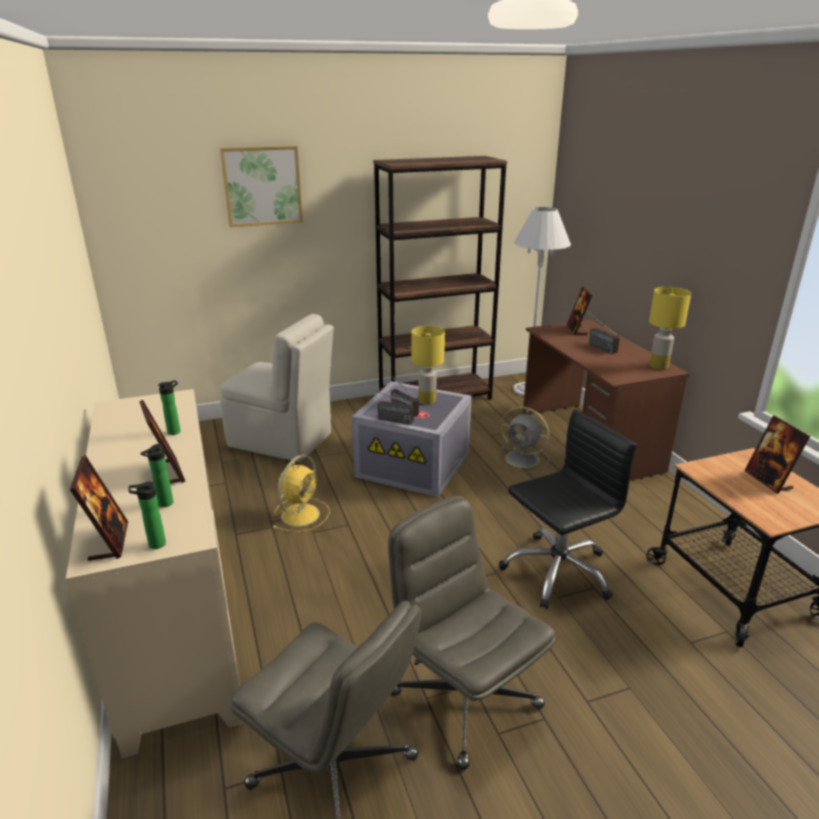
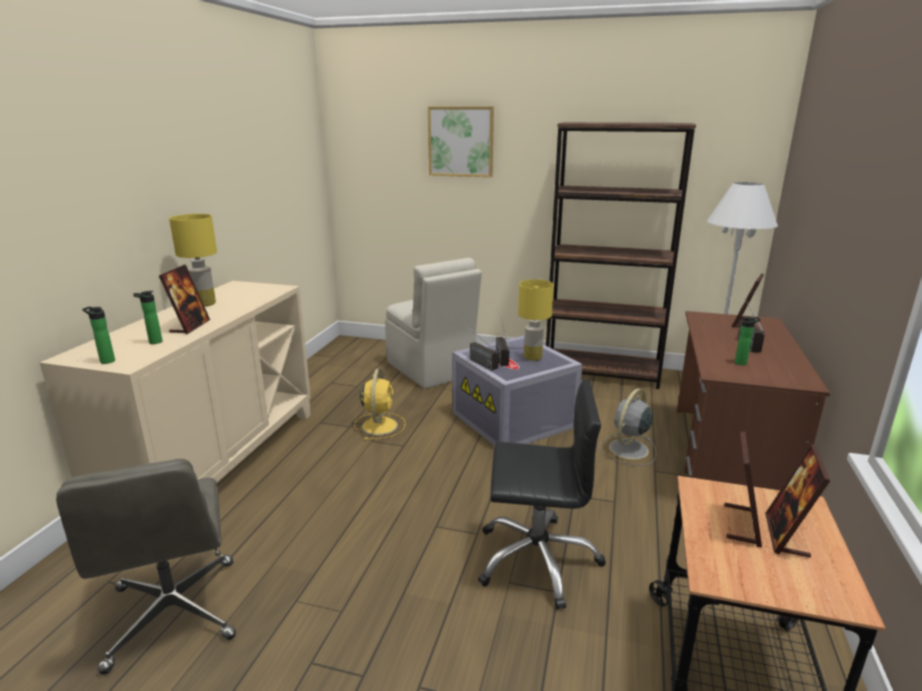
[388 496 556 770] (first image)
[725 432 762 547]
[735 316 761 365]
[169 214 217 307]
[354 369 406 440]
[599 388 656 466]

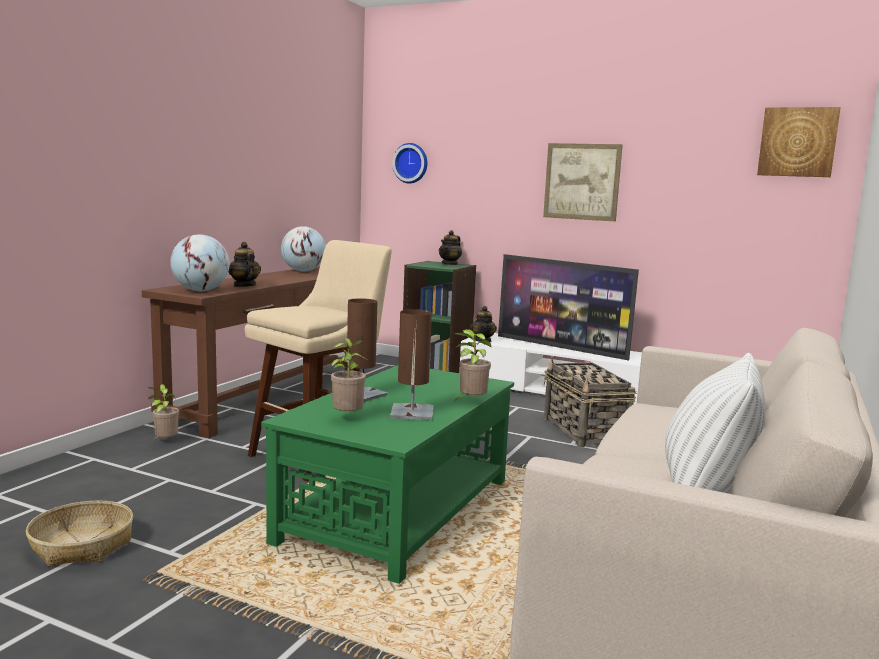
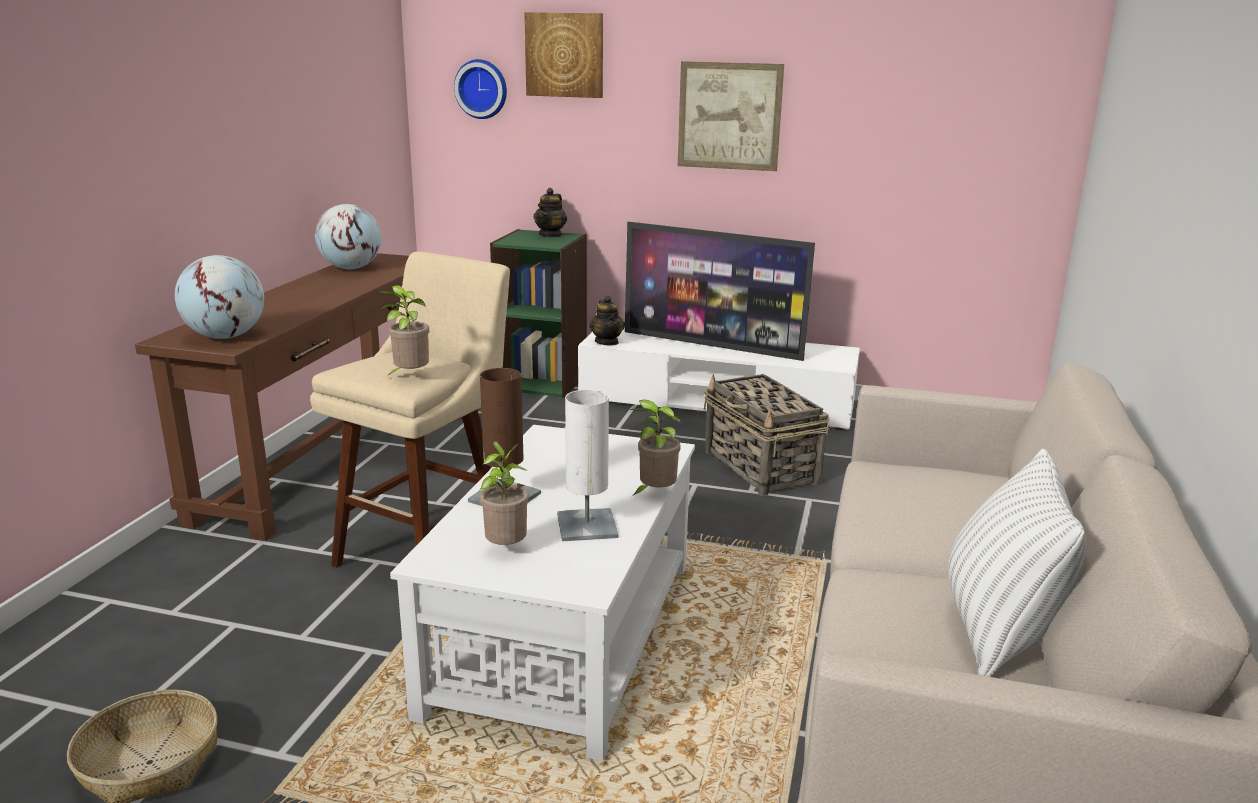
[228 242 261 287] (first image)
[378 285 429 375]
[524 12 603 98]
[390 425 695 761]
[557 390 618 541]

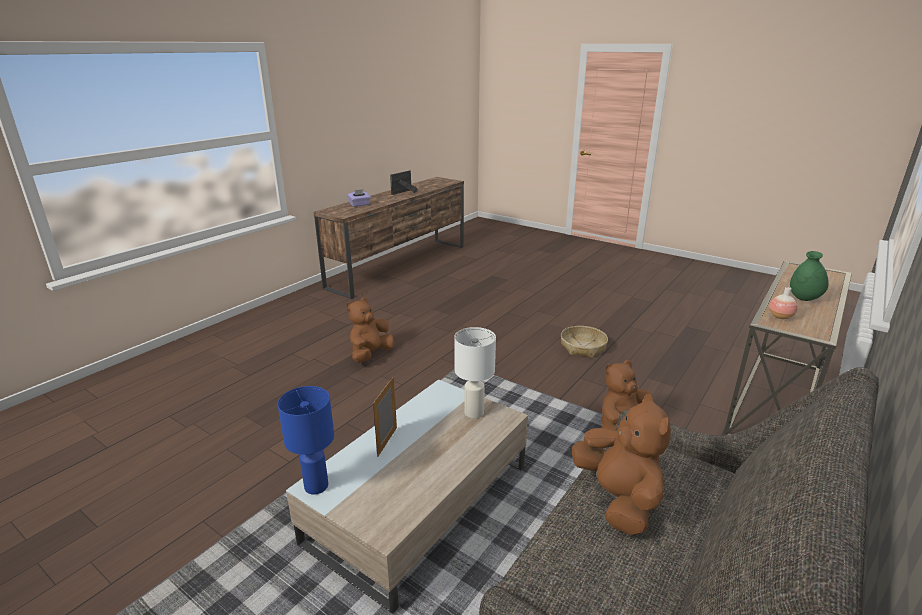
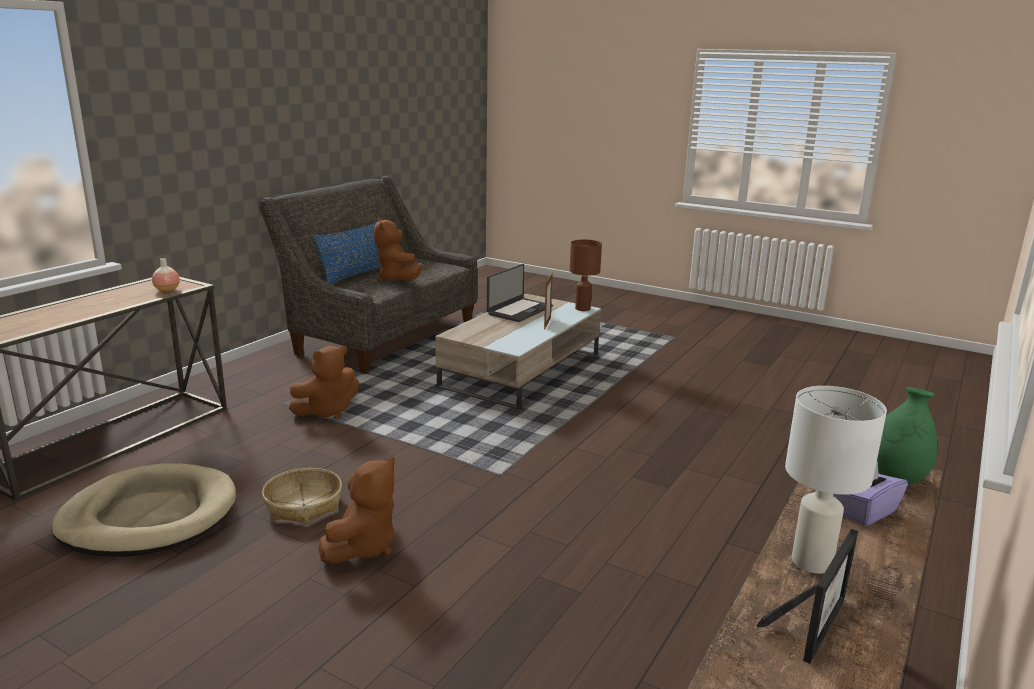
[51 463 236 557]
[312 221 380 285]
[487 264 553 322]
[318 457 395 564]
[785 386 887 574]
[877 387 937 485]
[570 240 602 311]

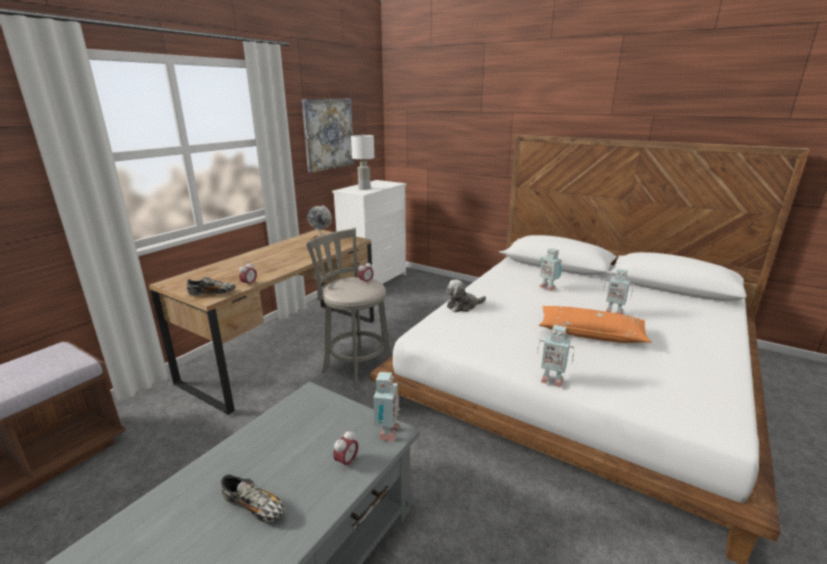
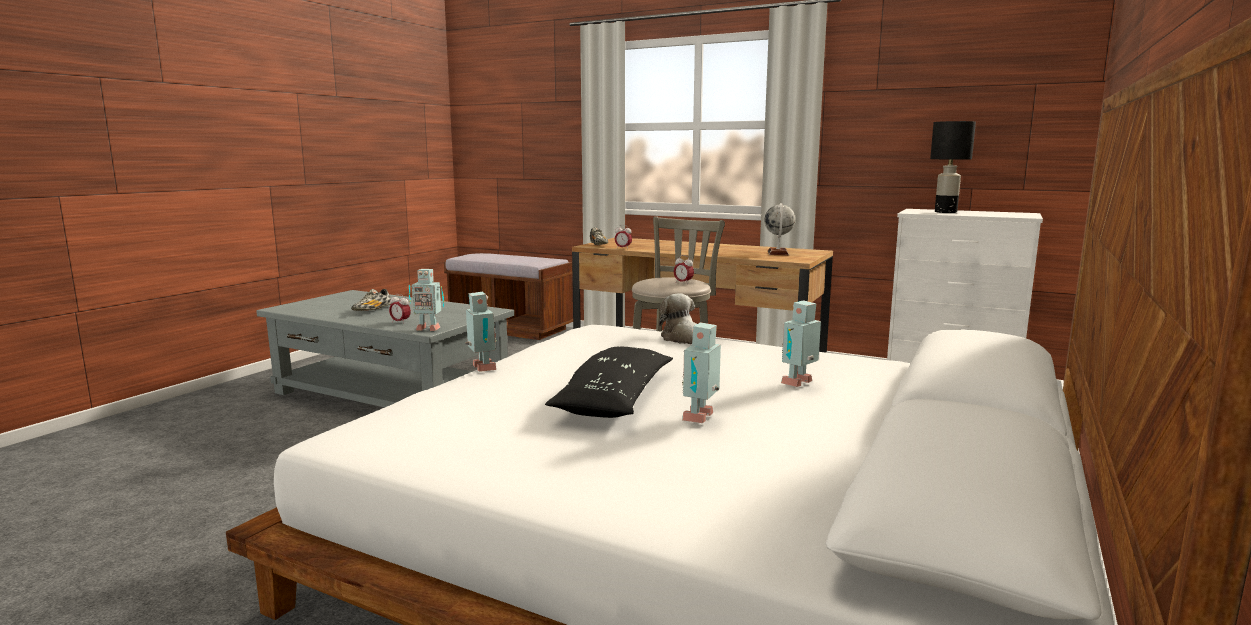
[302 99 355 173] (first image)
[930 121 976 213]
[545 347 673 418]
[465 292 497 372]

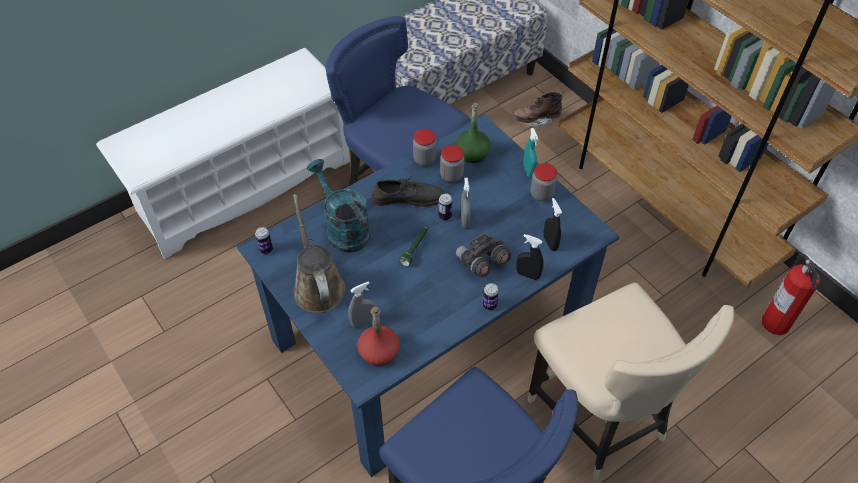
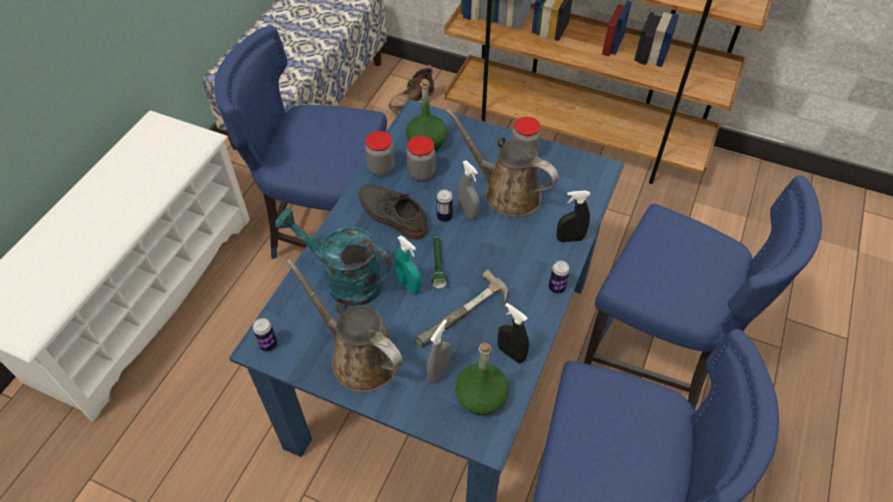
[456 234 511 277] (first image)
[762 254 820 335] (first image)
[415 270 508 347]
[446 109 559 217]
[395 235 421 294]
[498 303 529 363]
[455 343 509 415]
[584 176 822 409]
[358 184 428 240]

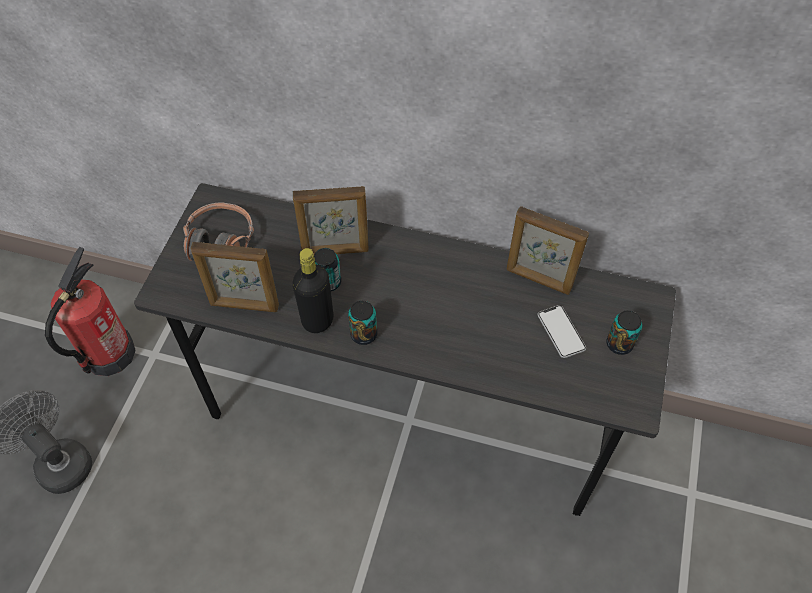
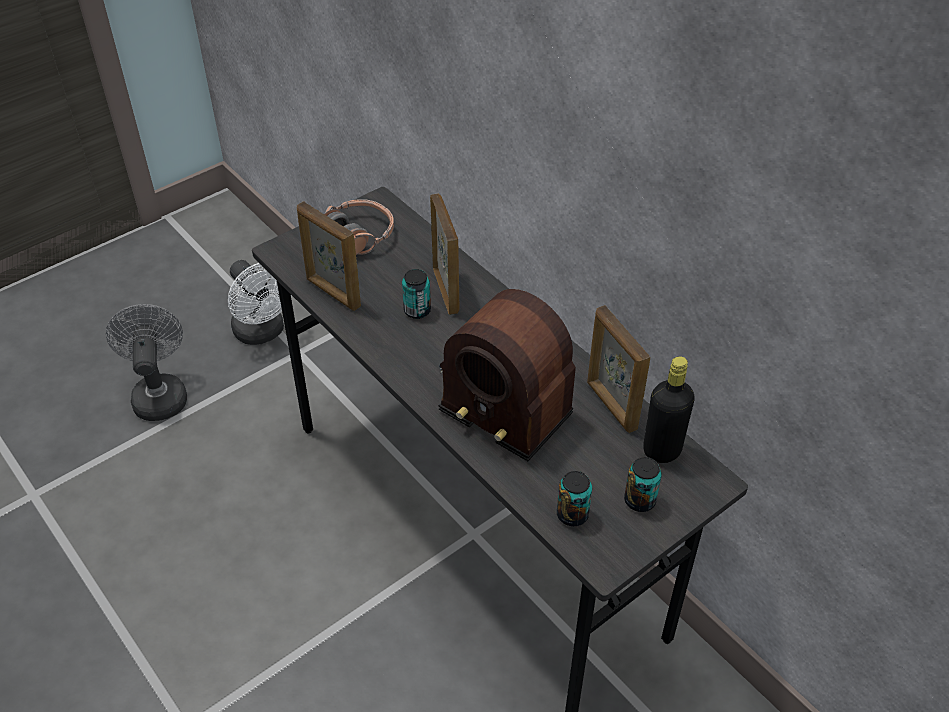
[537 305 586 358] (first image)
[439 289 576 461]
[643 356 695 463]
[557 471 592 526]
[228 260 292 345]
[430 193 460 315]

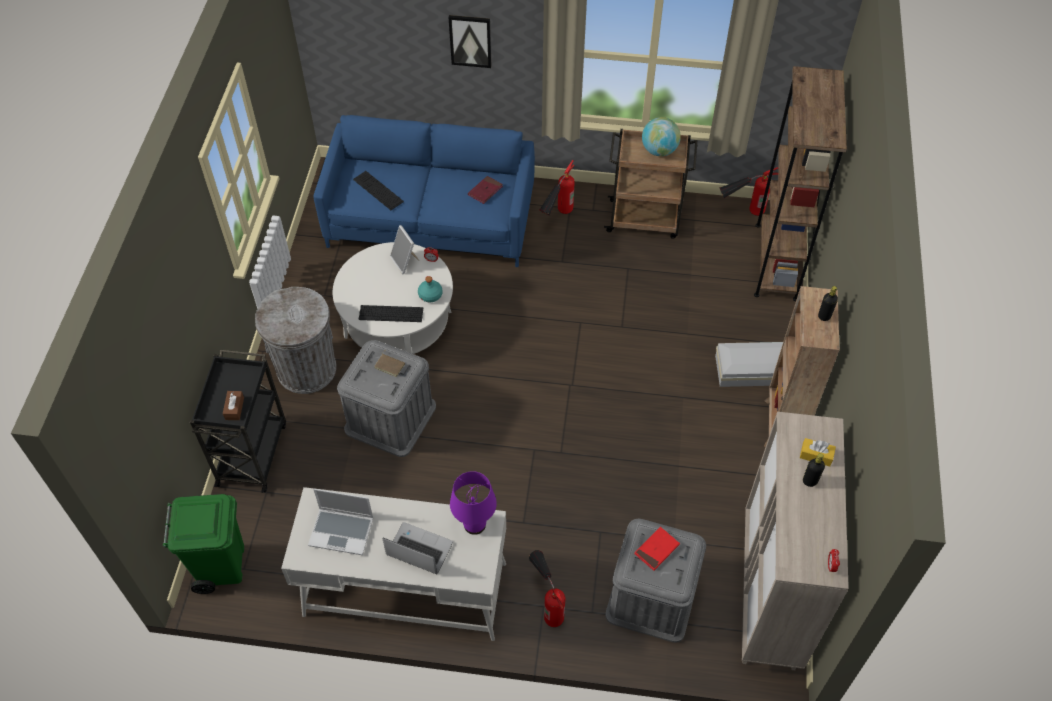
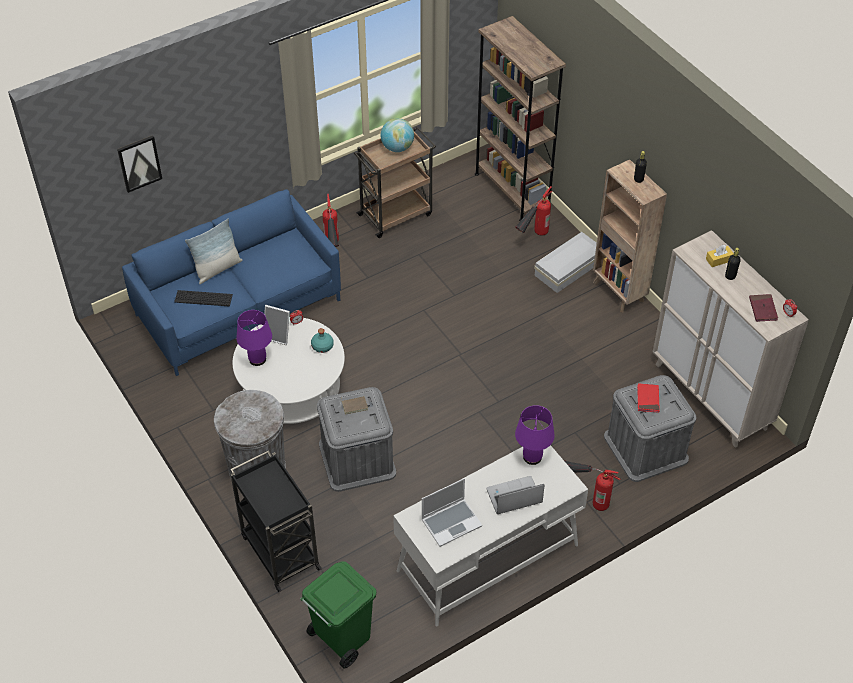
[223 391 244 420] (first image)
[359 305 423 322] (first image)
[185 219 243 284]
[236 310 272 366]
[117 135 162 193]
[749 294 778 322]
[515 186 553 235]

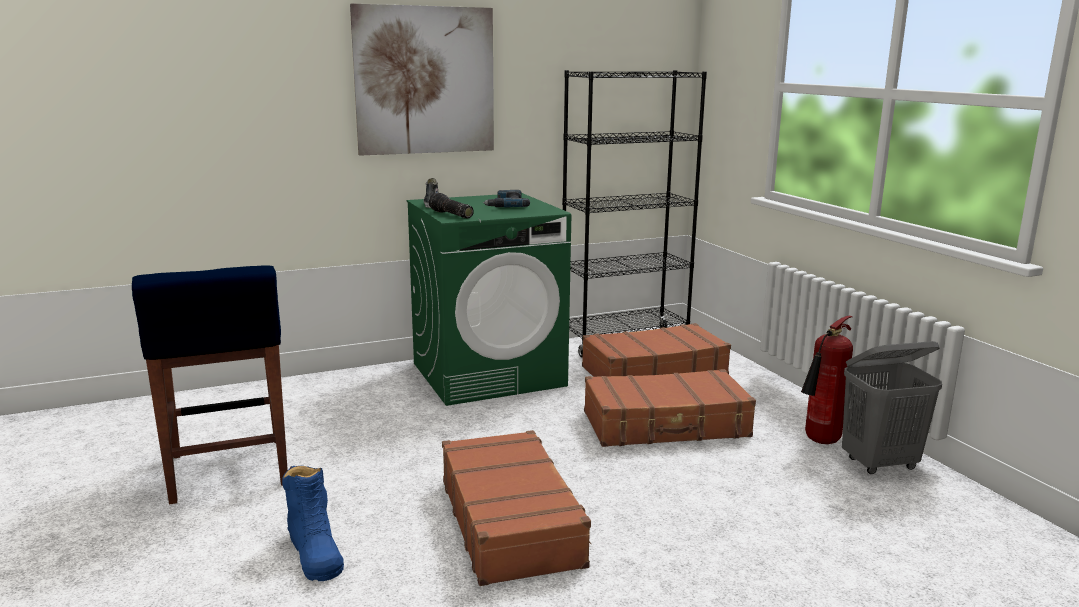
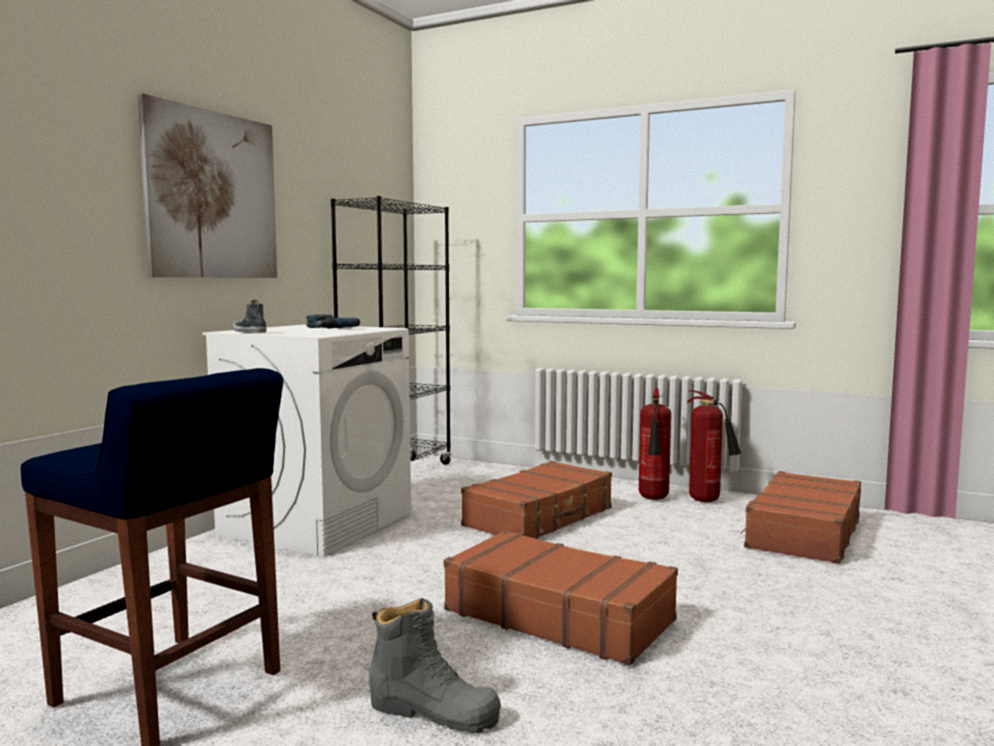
[428 193 474 218] (first image)
[740 471 861 564]
[687 390 741 502]
[369 598 501 733]
[202 325 411 556]

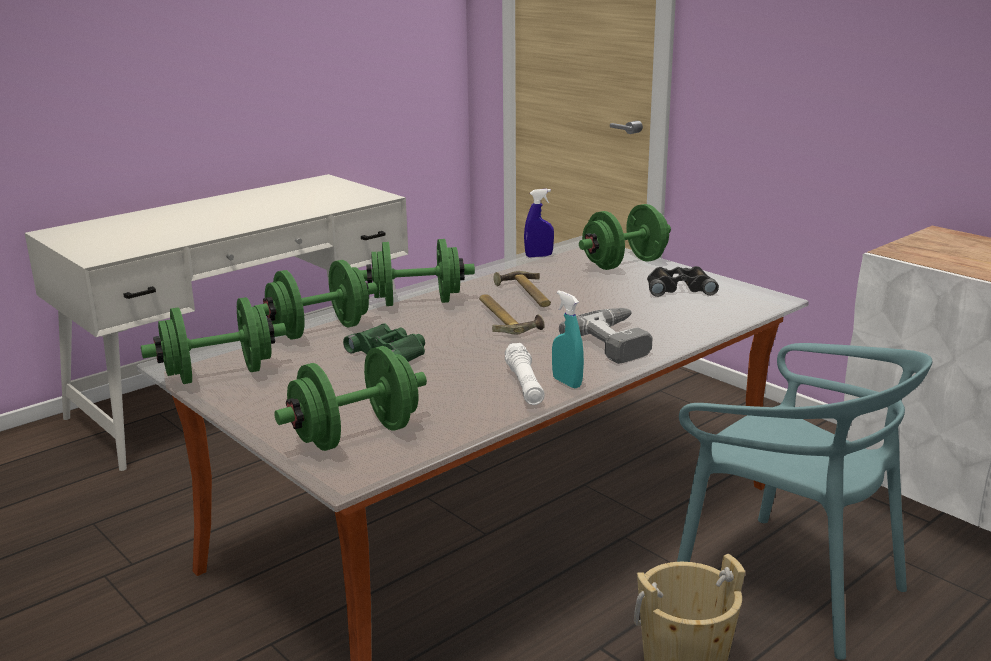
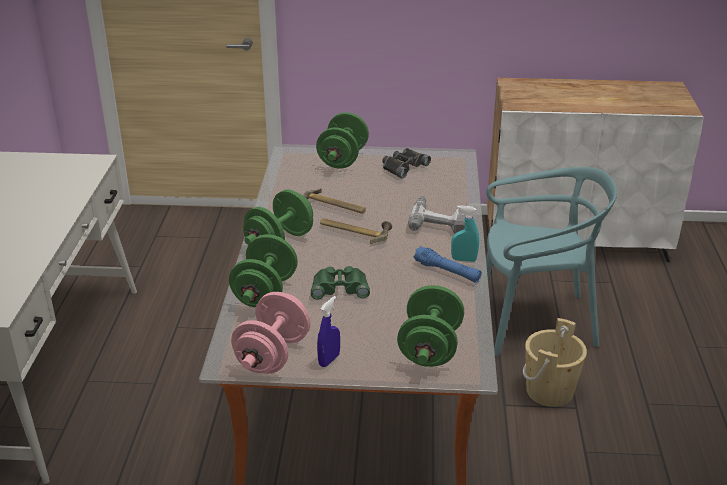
[317 296 340 367]
[231 292 310 374]
[413 246 482 283]

